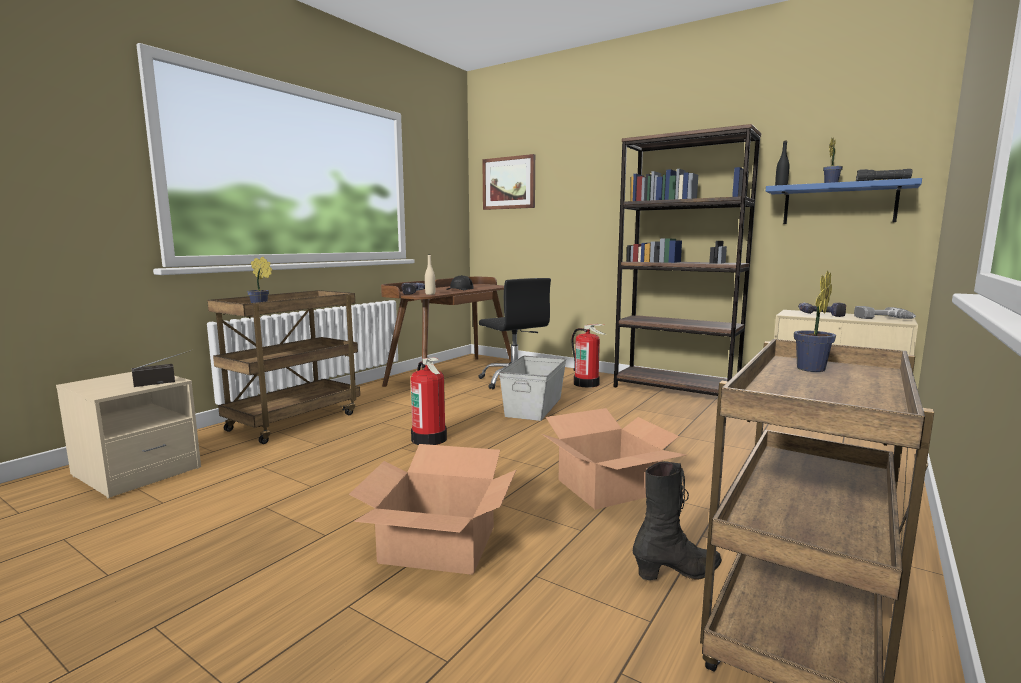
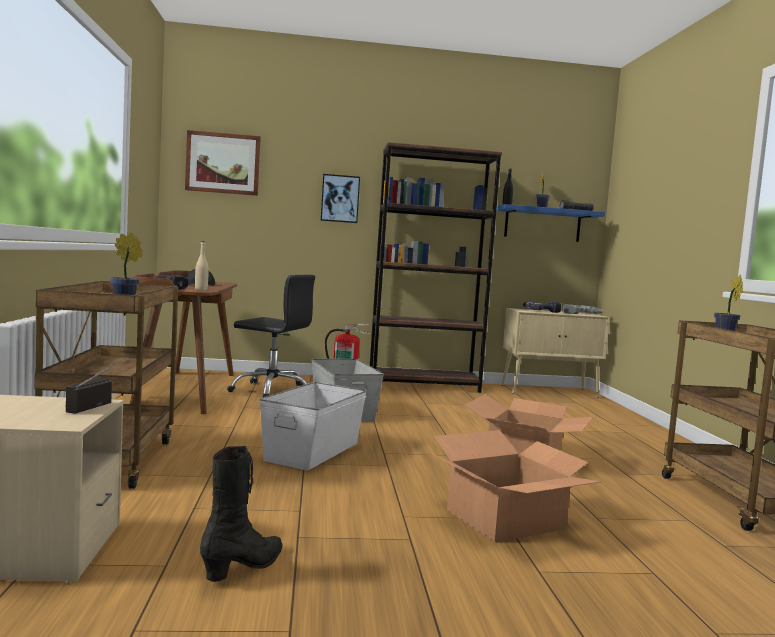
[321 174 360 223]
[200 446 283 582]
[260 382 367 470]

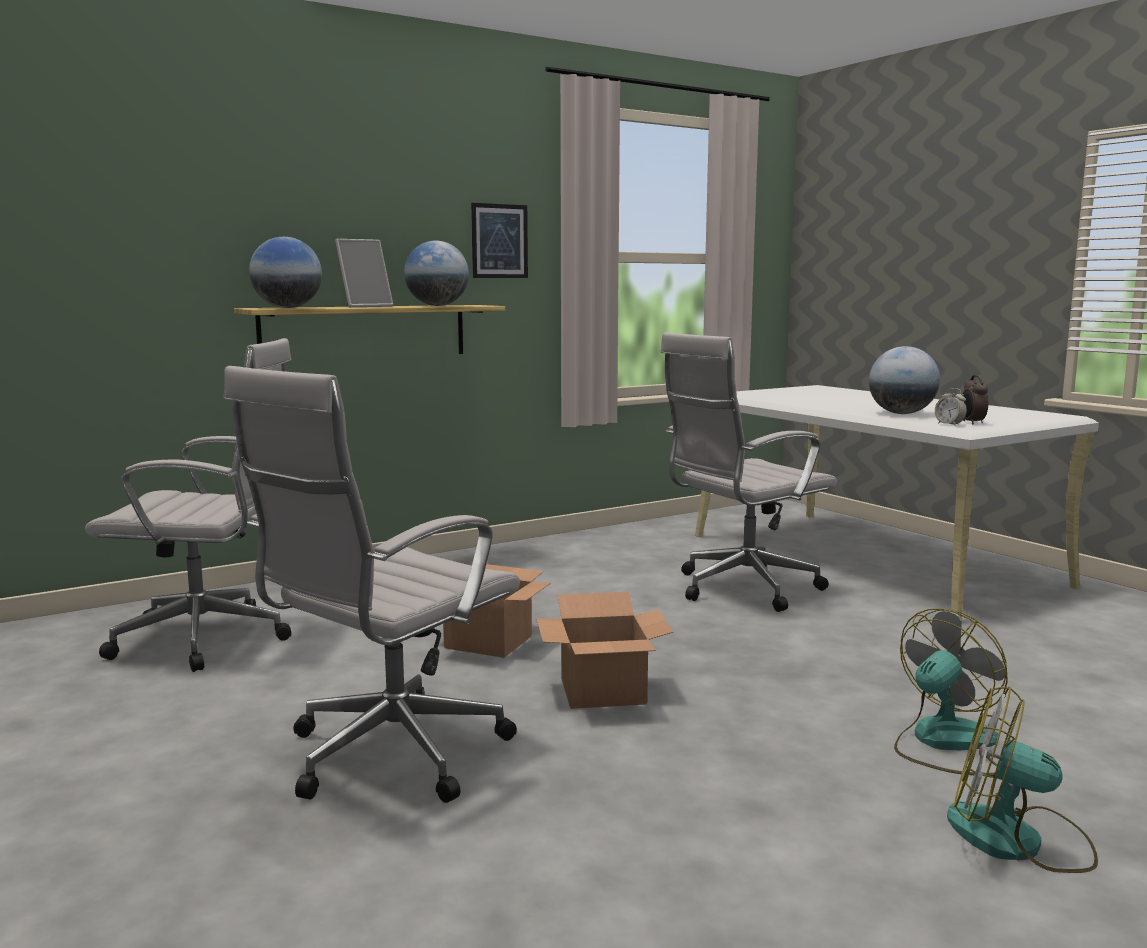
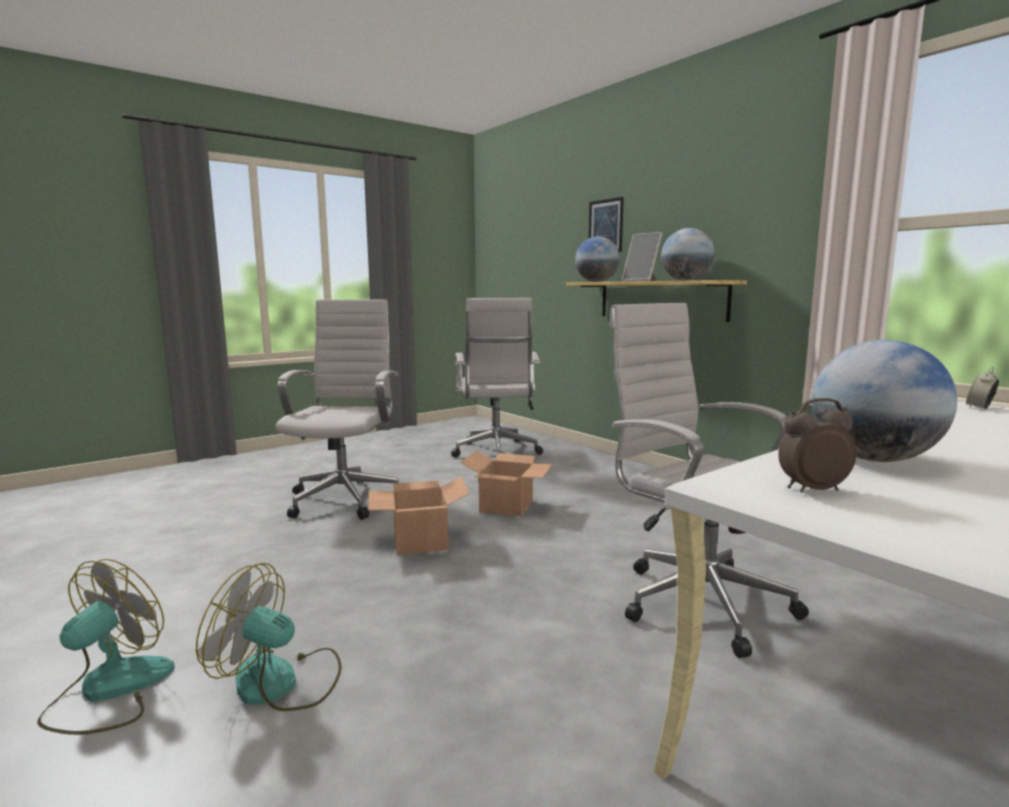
[589 197 624 252]
[966 367 999 409]
[276 299 399 520]
[196 563 341 711]

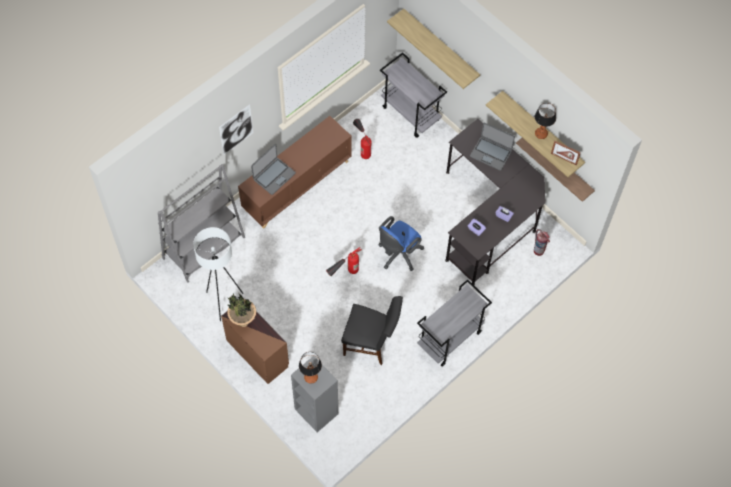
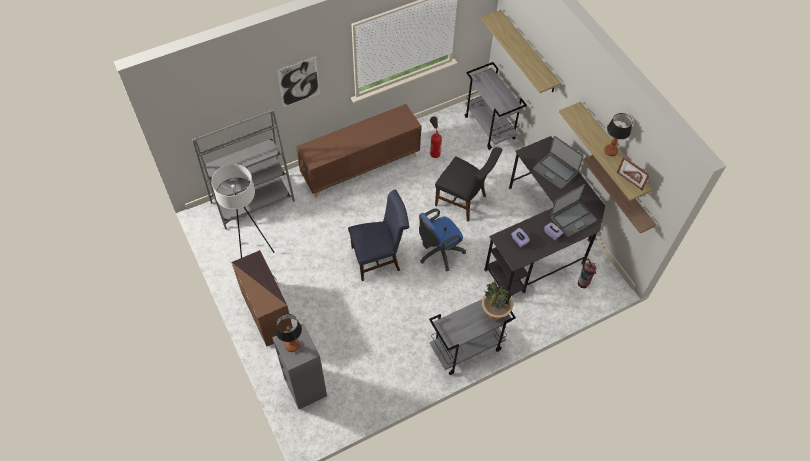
[482 281 513 321]
[550 184 597 237]
[435 147 502 221]
[348 189 409 281]

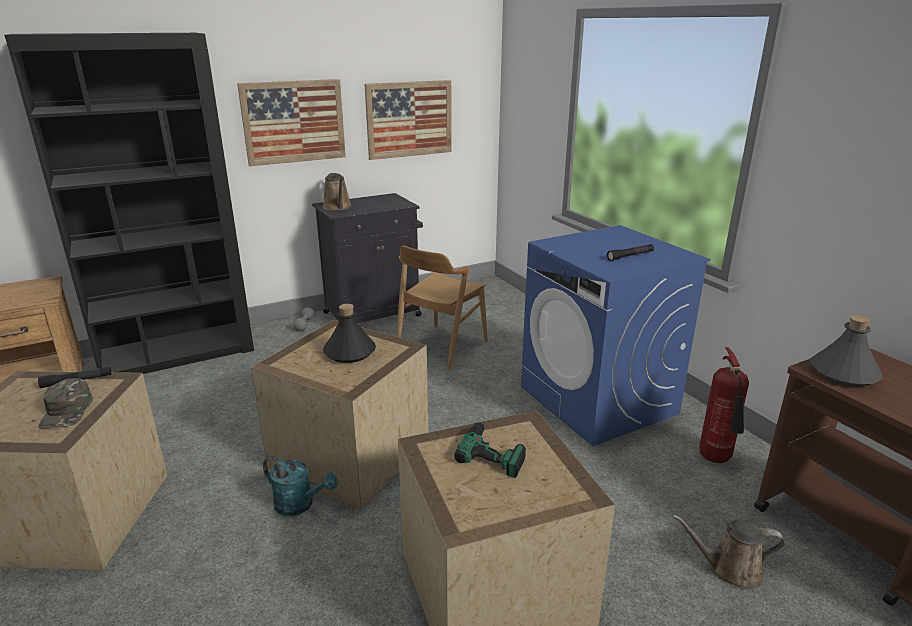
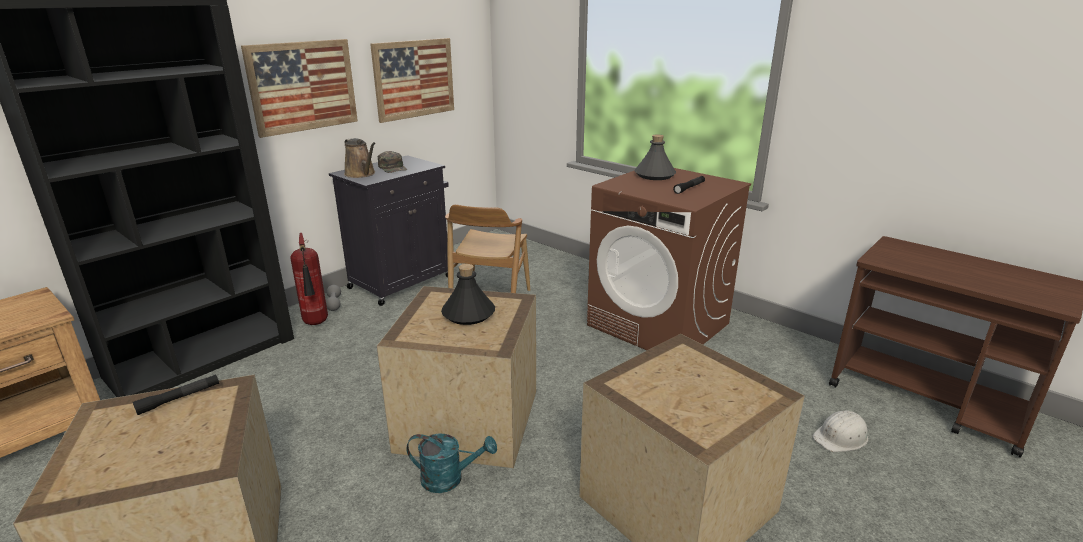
[454 417 526 478] (first image)
[378 151 408 173]
[290 233 328 325]
[635 134 676 180]
[812 410 868 452]
[587 168 751 350]

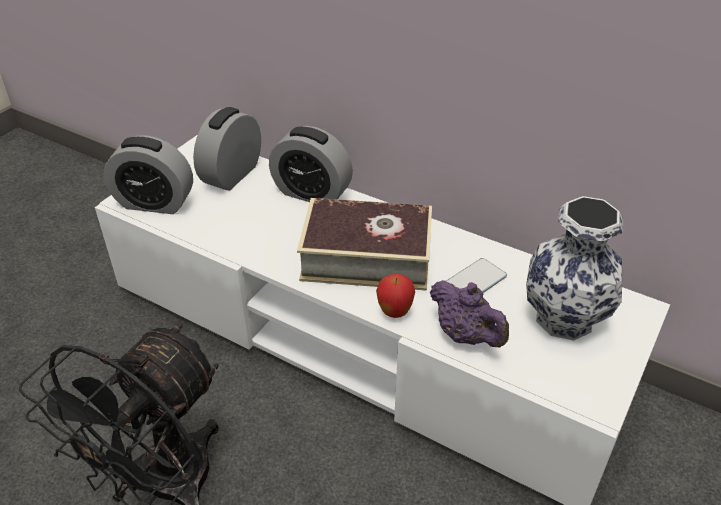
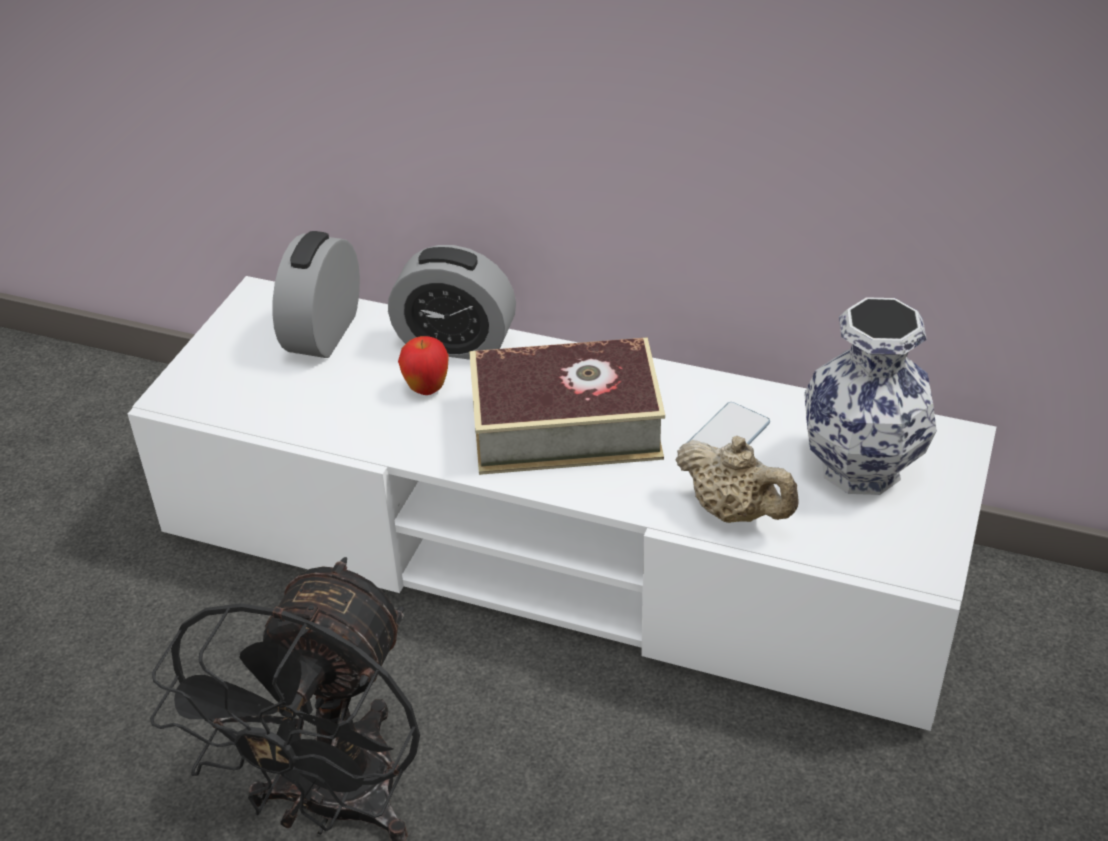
[104 135 193 214] (first image)
[398 336 449 395]
[675 436 799 523]

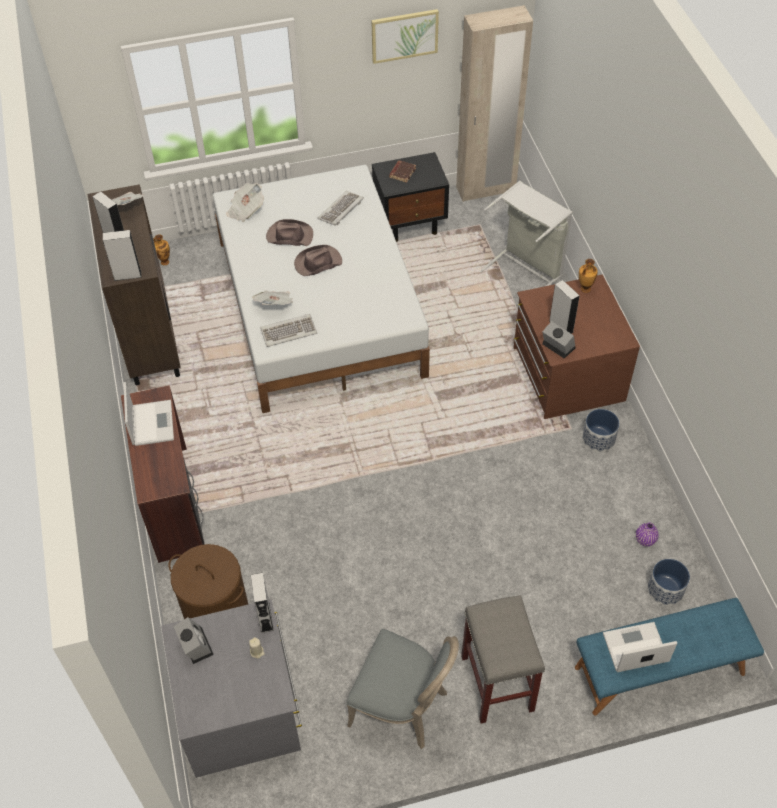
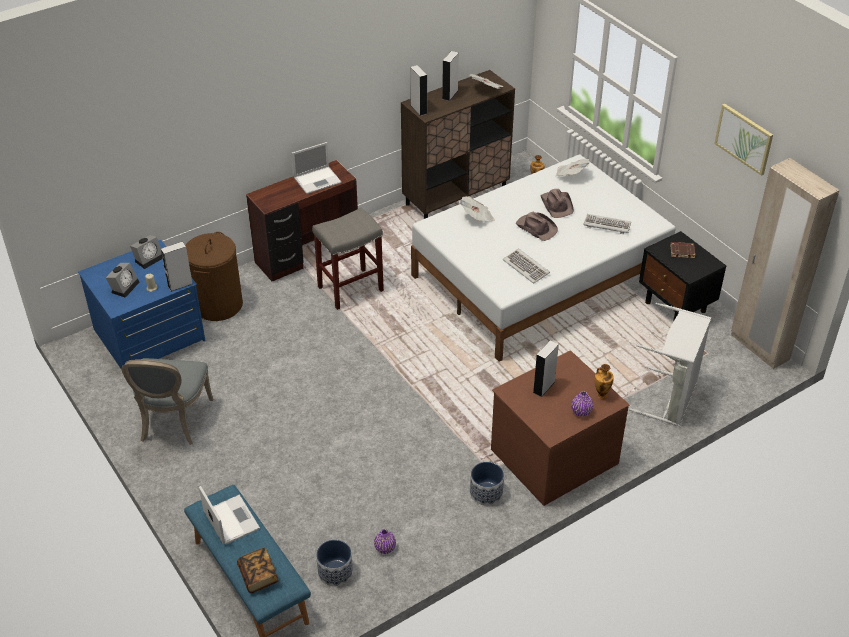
[237 548 278 593]
[571 391 593 417]
[503 249 550 284]
[312 208 384 310]
[106 263 140 297]
[78 240 205 368]

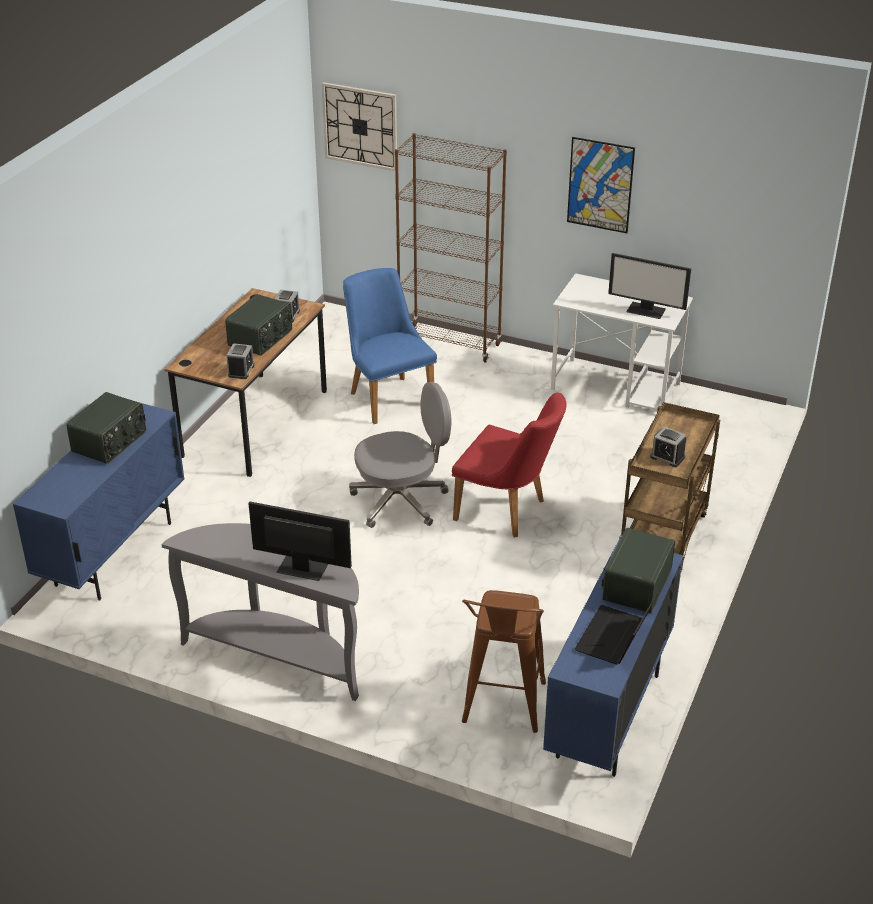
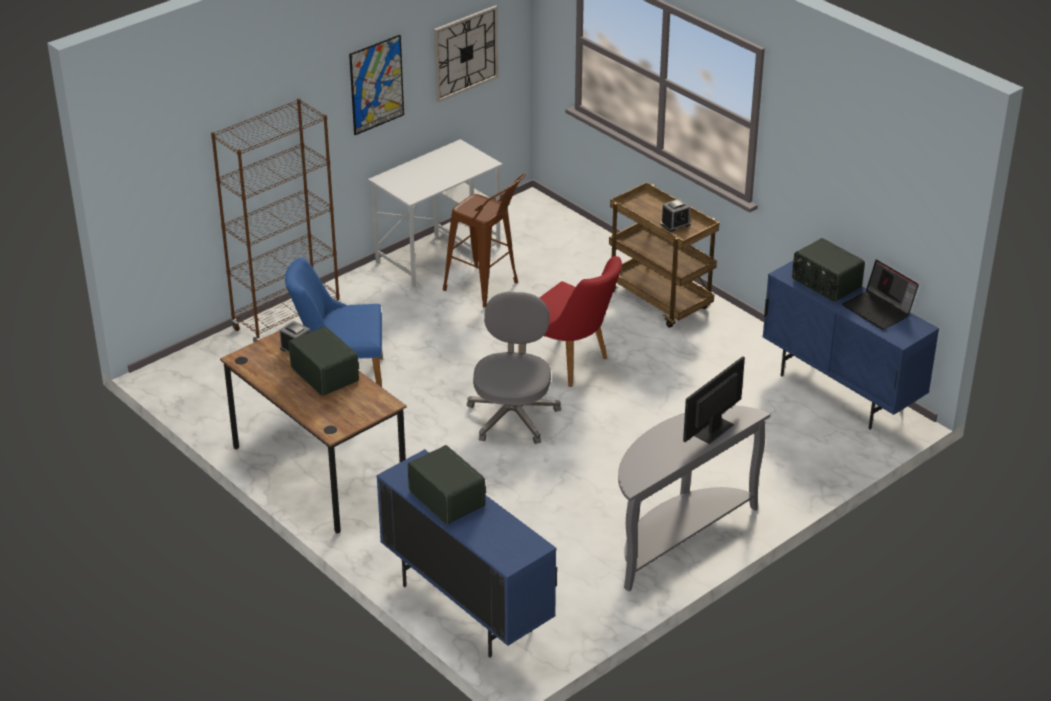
[226 343 254 379] (first image)
[608 253 691 319] (first image)
[434 5 498 102]
[443 174 526 307]
[518 256 622 387]

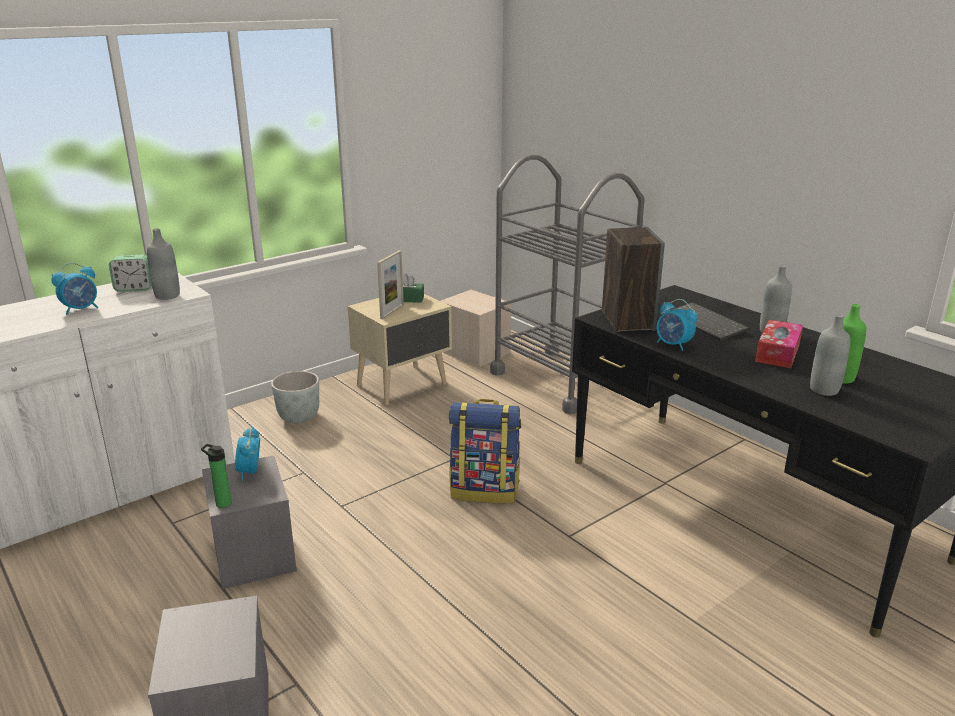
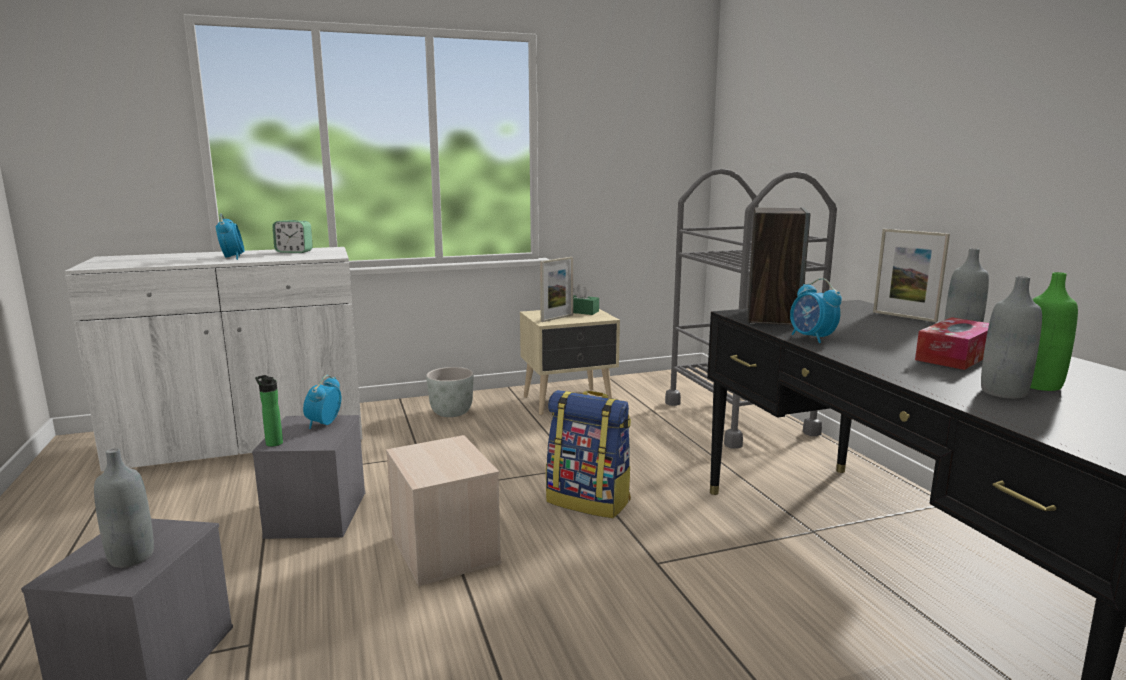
[671 302 749 341] (first image)
[873 229 950 322]
[94 448 154 568]
[386 435 502 586]
[216 213 245 260]

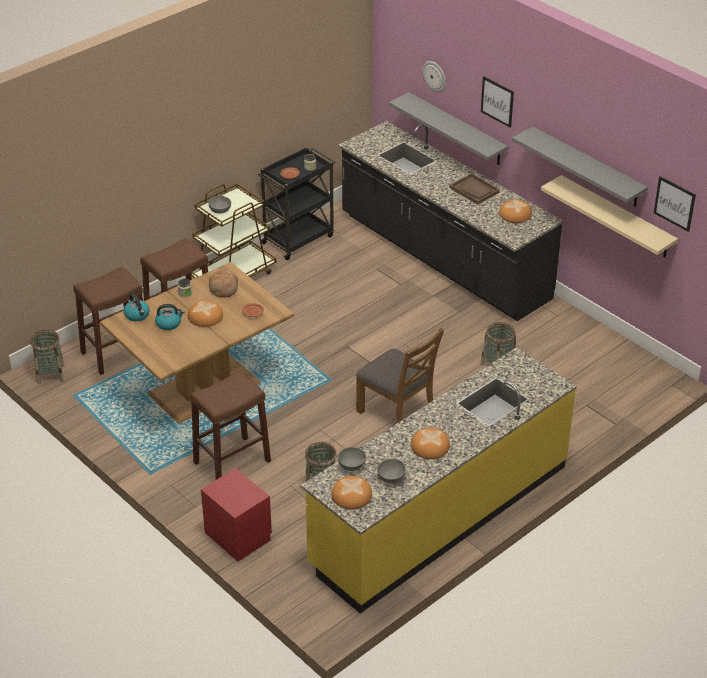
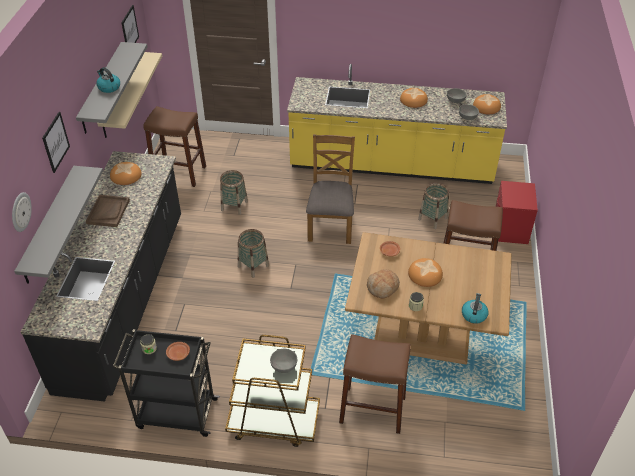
[238 229 269 278]
[143 106 206 187]
[96 67 120 93]

